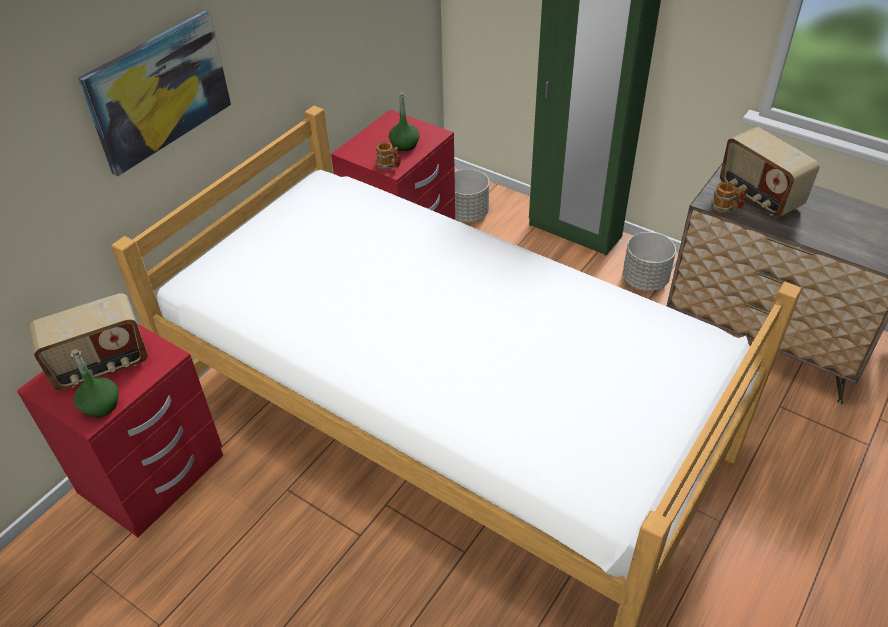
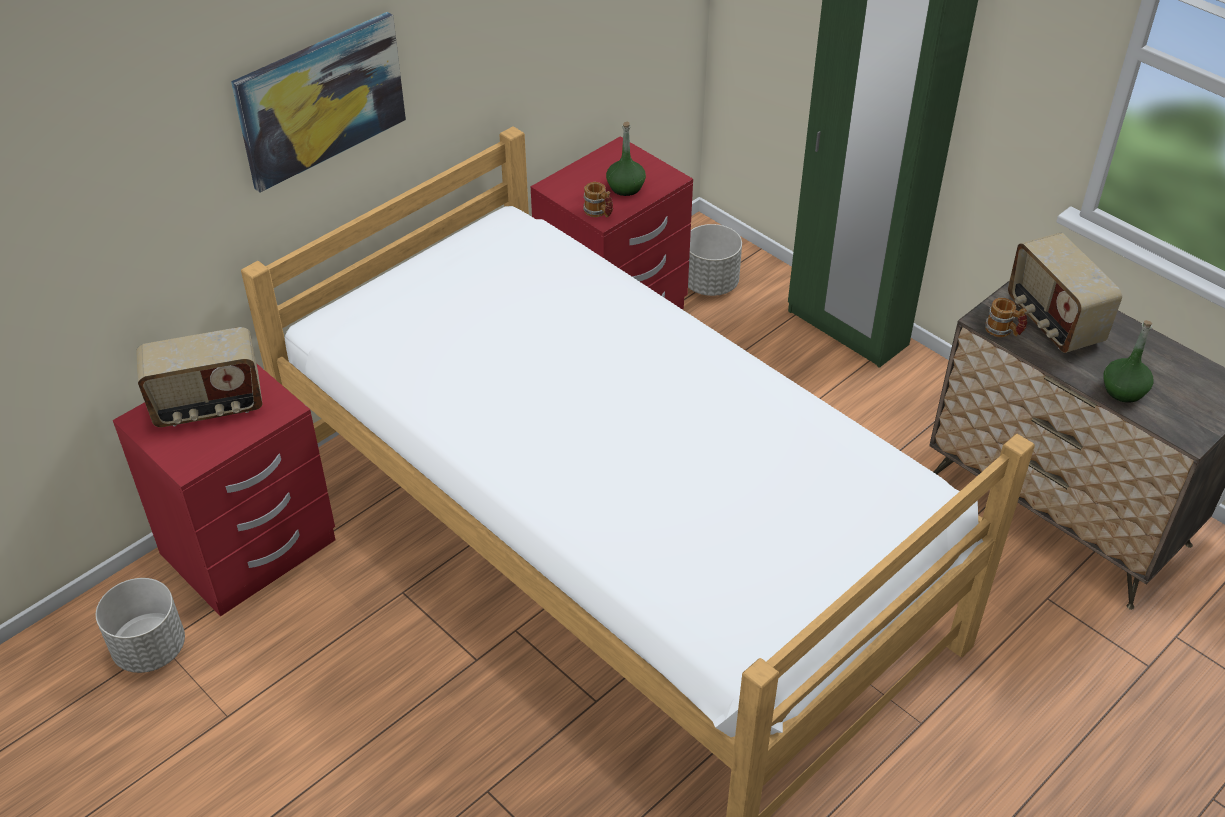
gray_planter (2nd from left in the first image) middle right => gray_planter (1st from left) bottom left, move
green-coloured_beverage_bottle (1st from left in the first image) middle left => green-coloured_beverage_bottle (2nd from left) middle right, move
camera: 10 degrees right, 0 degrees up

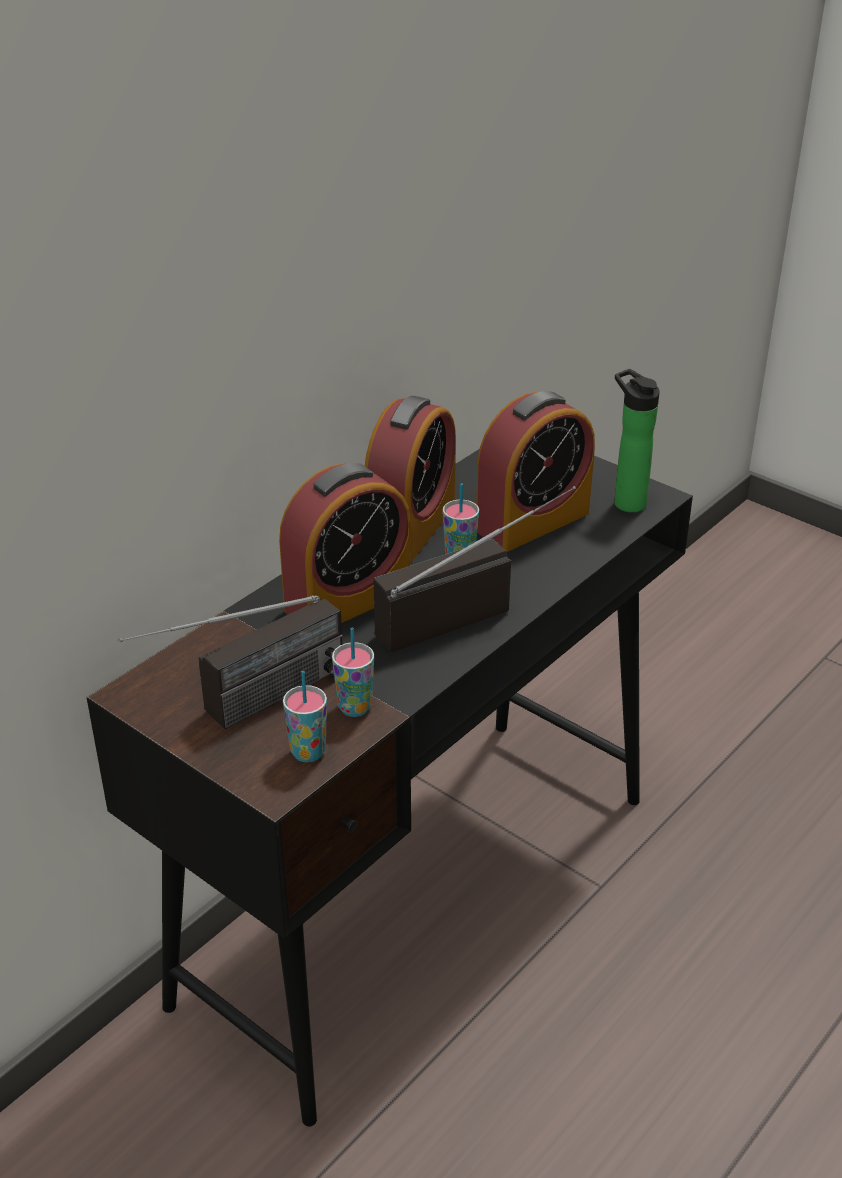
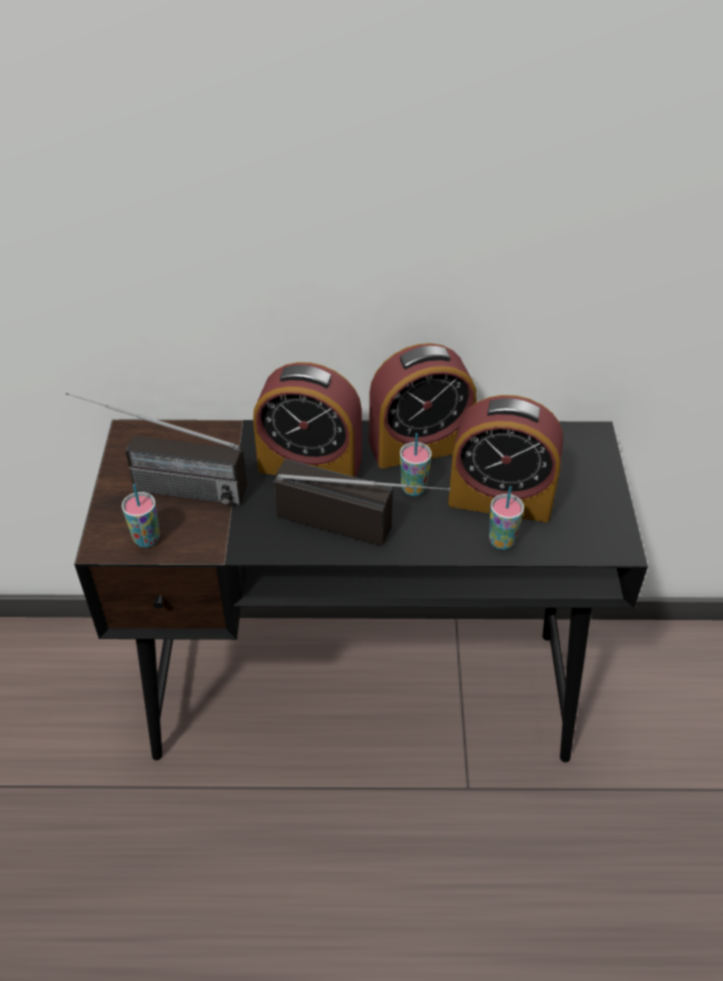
cup (2nd from left in the first image) centre => cup (3rd from left) middle right, move
beverage_bottle middle right => nothing
camera: 50 degrees right, 10 degrees up

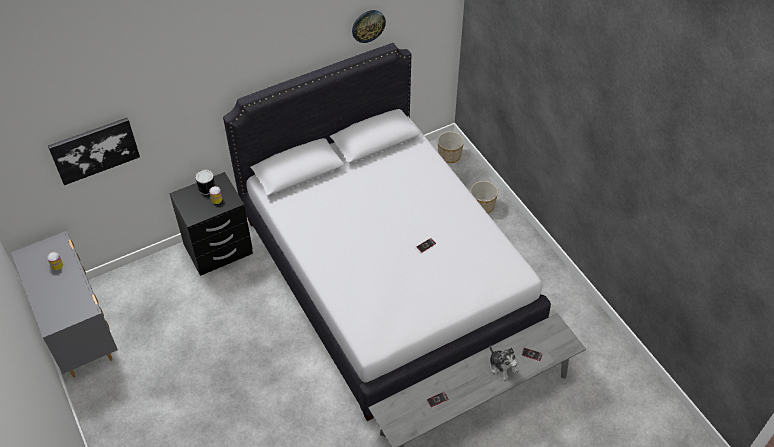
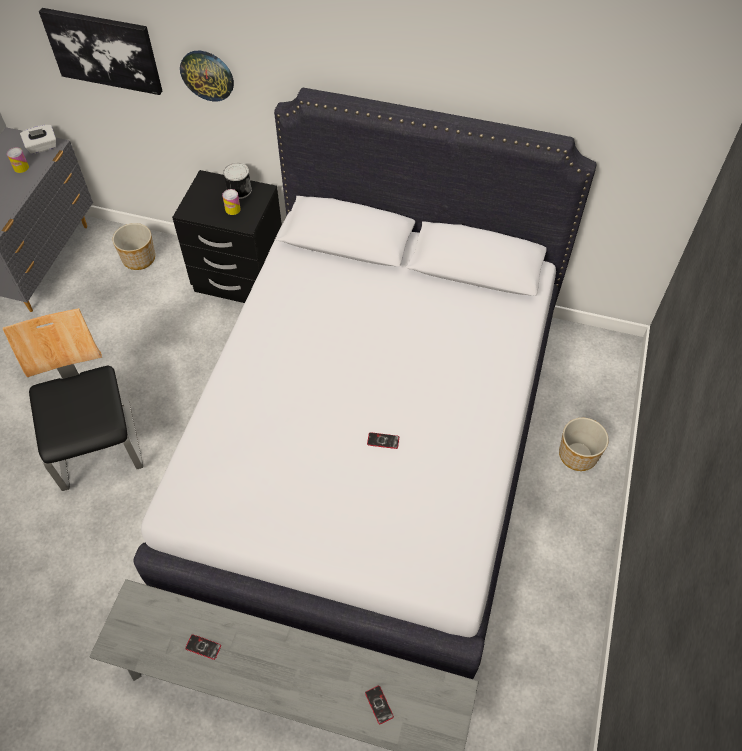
nothing => chair middle left
nothing => whitish_box_of_tissues top left
planter (1st from left) top centre => planter (1st from left) top left, move
clock_on_the_wall top centre => clock_on_the_wall top left, move
cuddly_toy bottom centre => nothing
camera: 45 degrees right, 5 degrees up

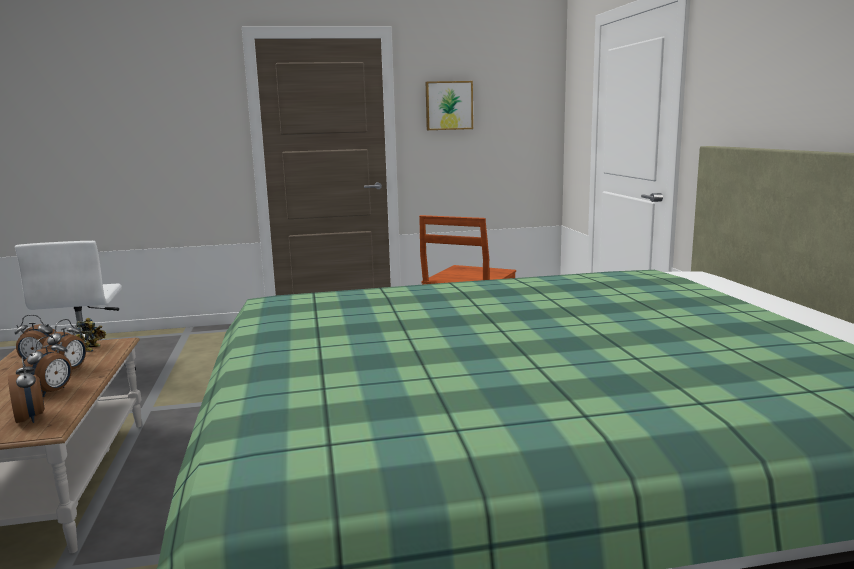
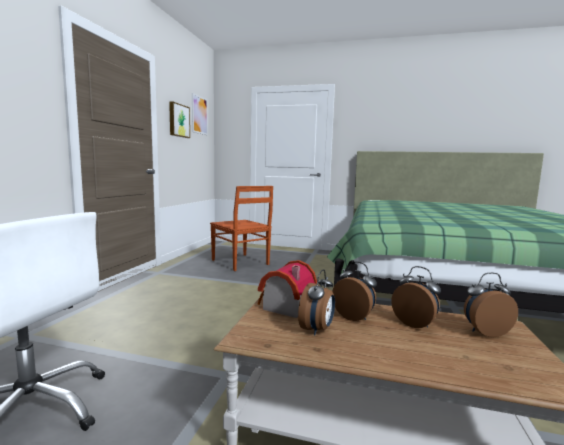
nothing => wall_art (2nd from left) top centre
toy_robot middle left => miniature_house centre
camera: 65 degrees left, 5 degrees down

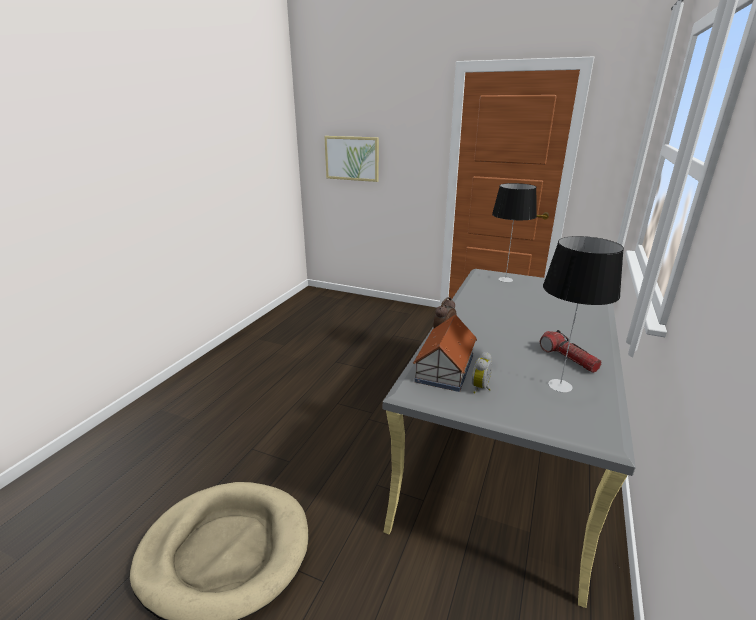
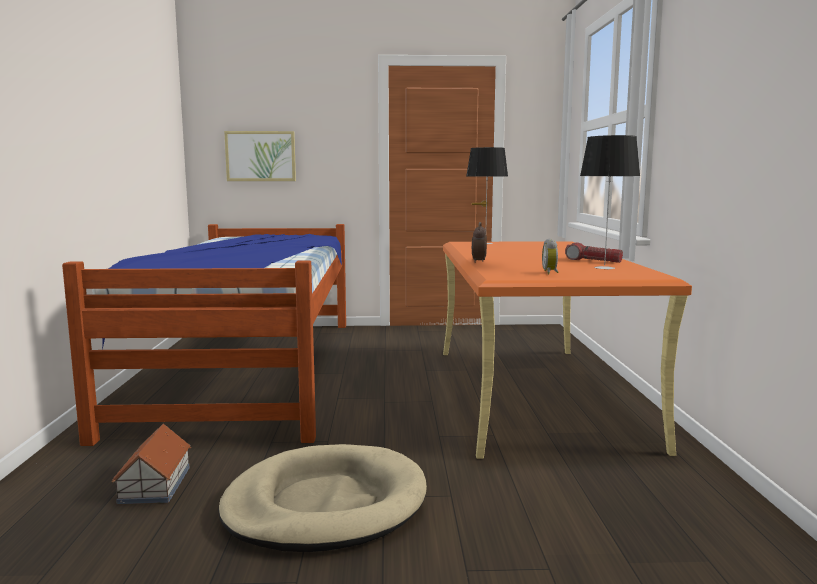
nothing => bedroom_bed middle left
miniature_house centre => miniature_house bottom left, move
gray_desk_table bottom right => orangey_desk_table middle right
camera: 25 degrees left, 15 degrees down

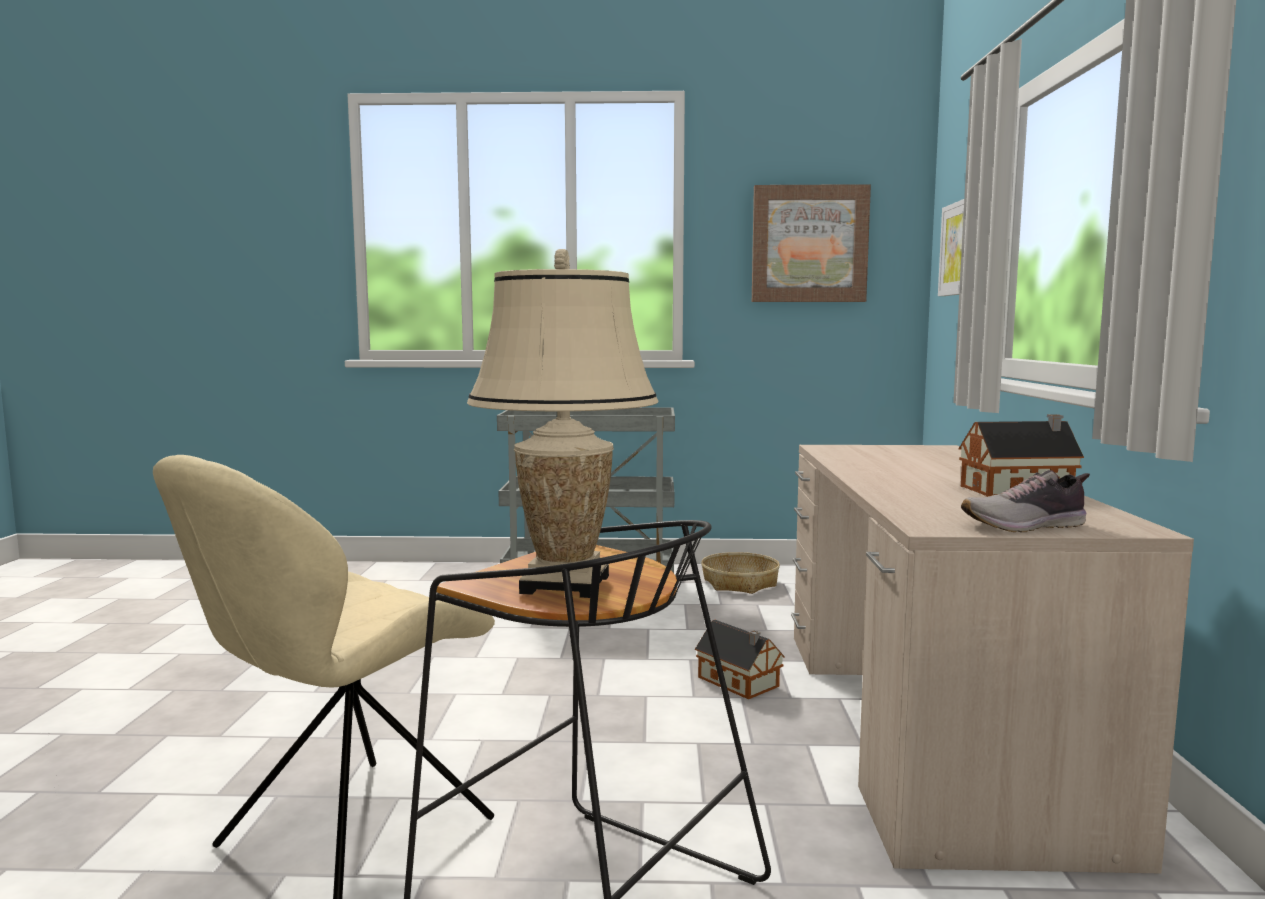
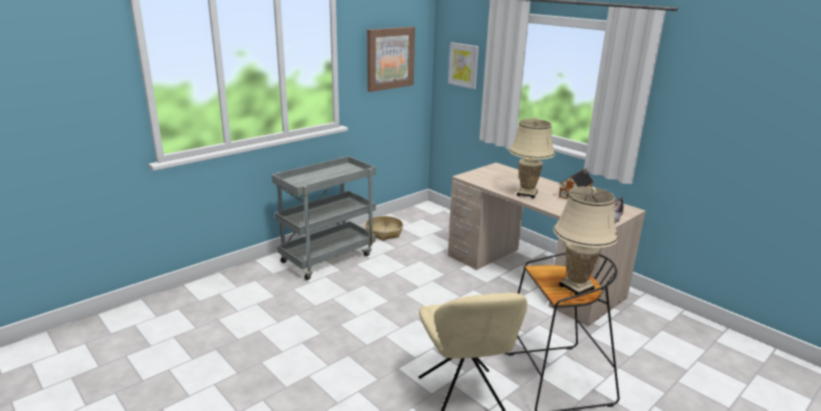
nothing => beige_lamp_for_a_table (1st from left) centre
miniature_house (1st from left) bottom centre => nothing
camera: 45 degrees left, 15 degrees up

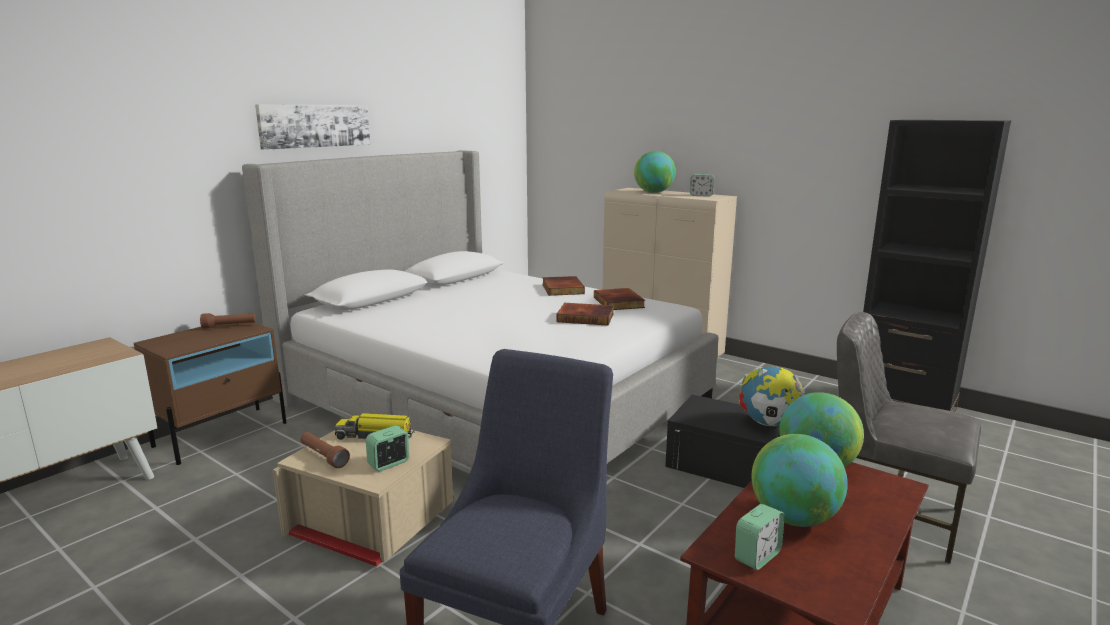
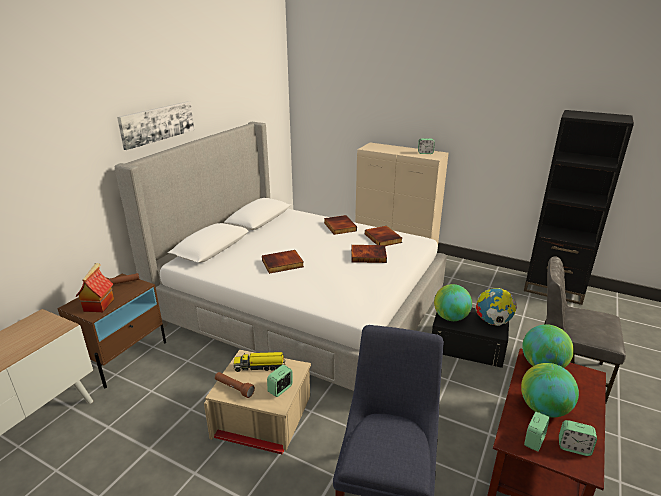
nothing => miniature_house middle left
nothing => bound_book (1st from left) centre
world_globe (1st from left) top centre => world_globe (1st from left) middle right, move
nothing => alarm_clock (4th from left) bottom right
camera: 10 degrees left, 10 degrees up

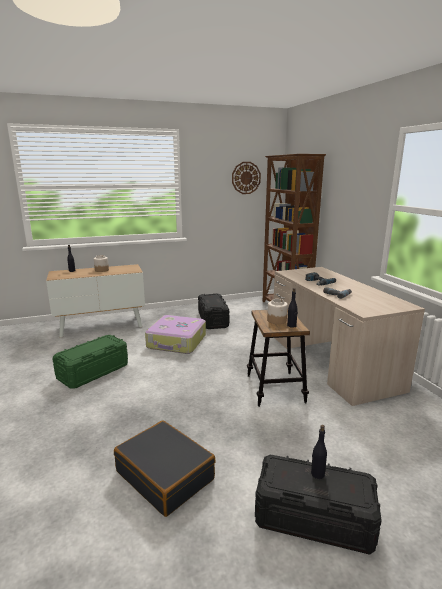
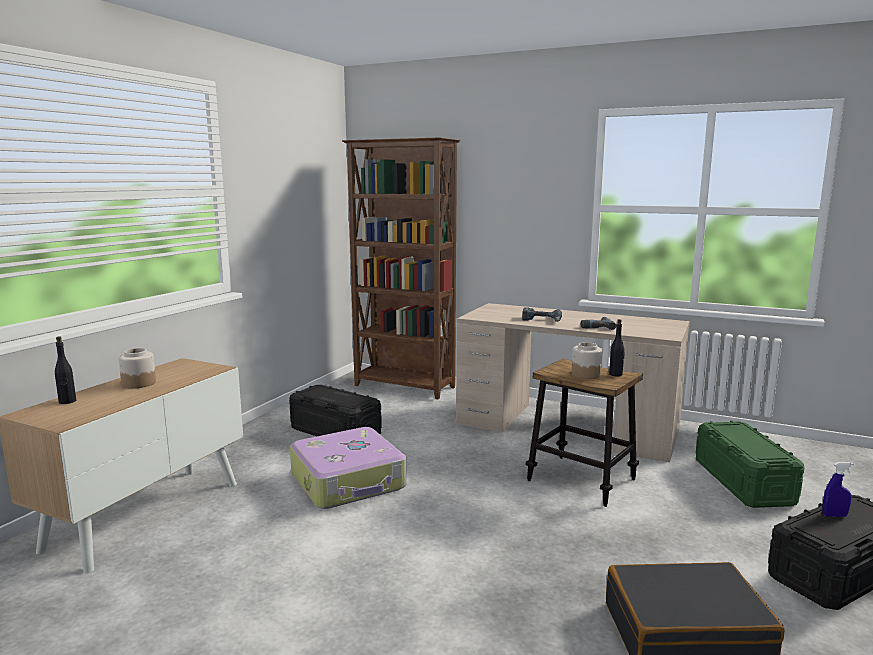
green-coloured_storage_container middle left => green-coloured_storage_container bottom right, move
blackish_beverage_bottle (3rd from left) bottom right => blue-coloured_spray_bottle bottom right
clock_on_the_wall top centre => nothing
camera: 45 degrees left, 5 degrees down

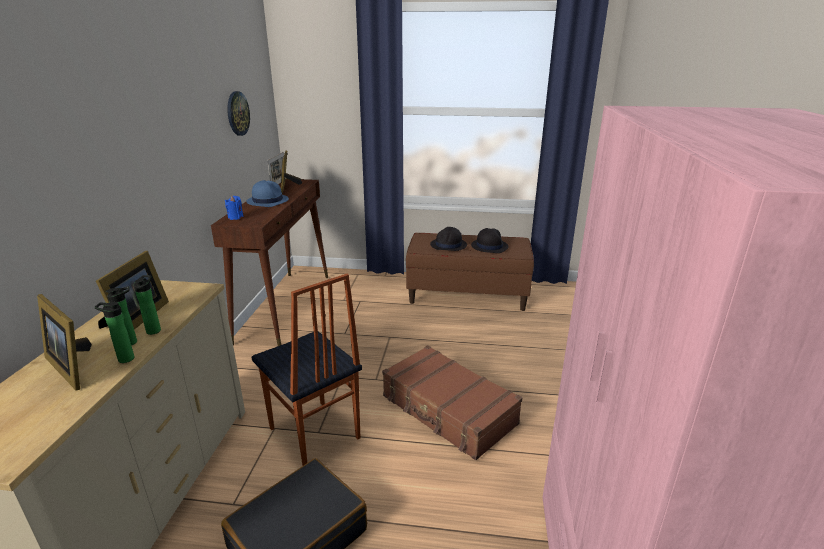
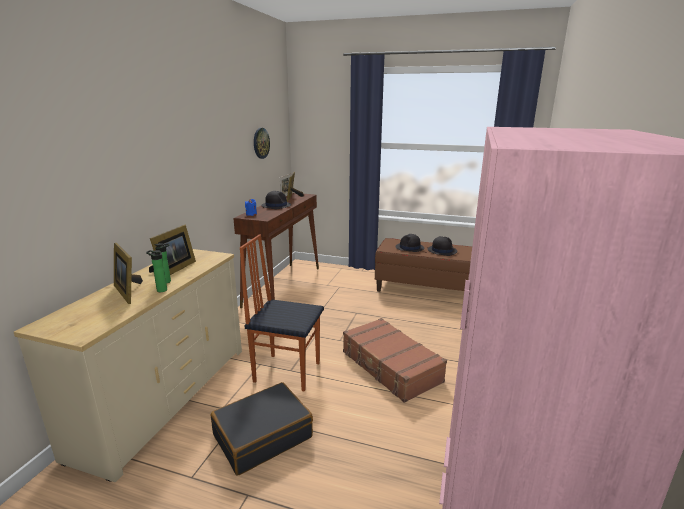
chair bottom centre => chair centre, 135 degrees clockwise
blue-coloured_clothing_hat middle left => blackish_clothing_hat (1st from left) centre
beverage_bottle (3rd from left) middle left => nothing
camera: 10 degrees right, 5 degrees down

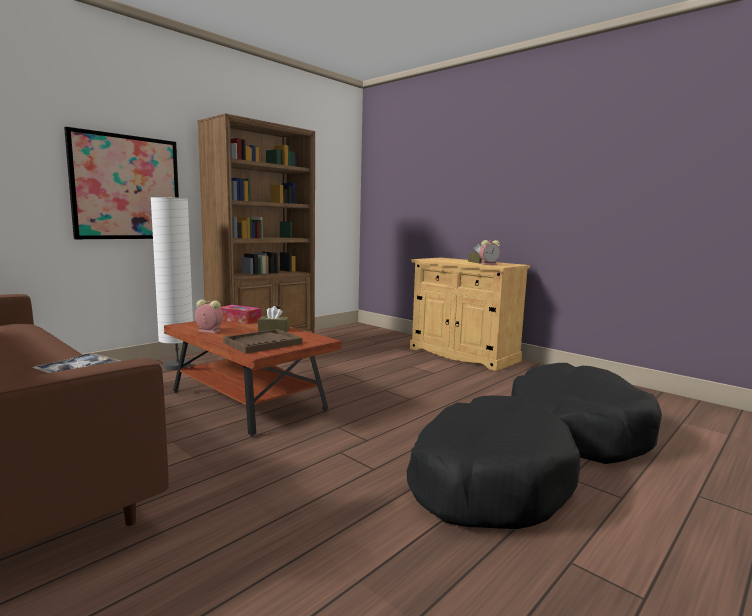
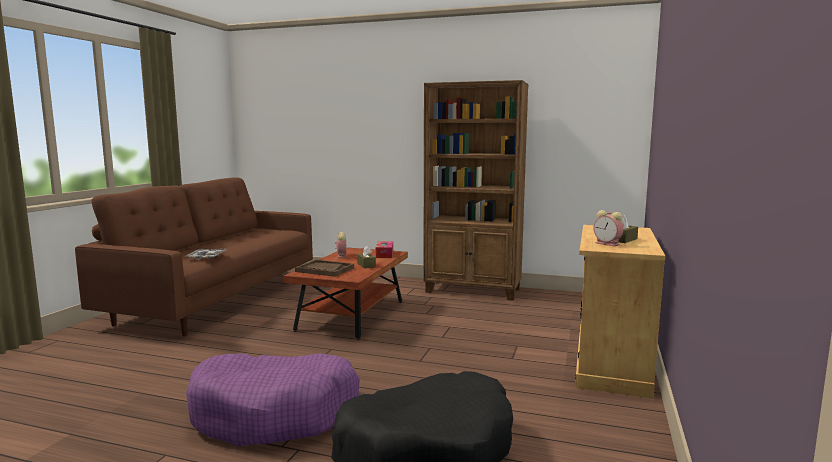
blackish_pet_bed (1st from left) bottom centre => purple-coloured_pet_bed bottom left
wall_art top left => nothing
whitish_standing_lamp middle left => nothing
camera: 65 degrees right, 0 degrees up

